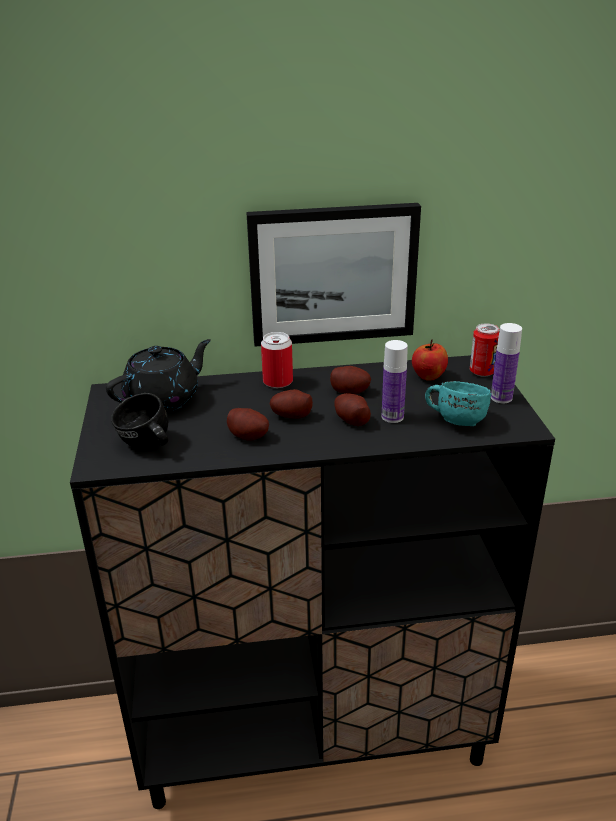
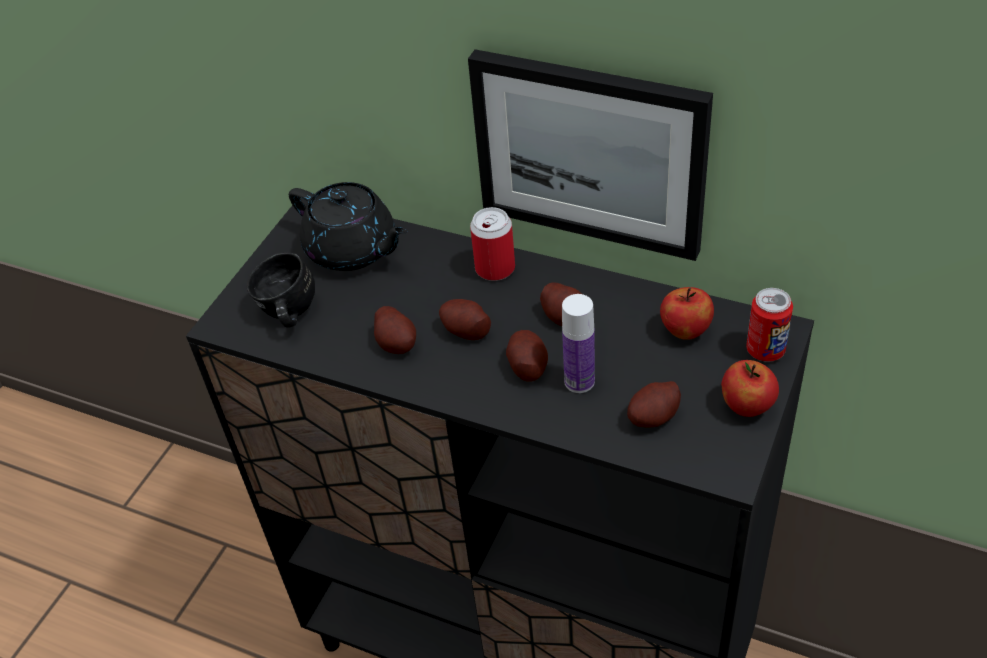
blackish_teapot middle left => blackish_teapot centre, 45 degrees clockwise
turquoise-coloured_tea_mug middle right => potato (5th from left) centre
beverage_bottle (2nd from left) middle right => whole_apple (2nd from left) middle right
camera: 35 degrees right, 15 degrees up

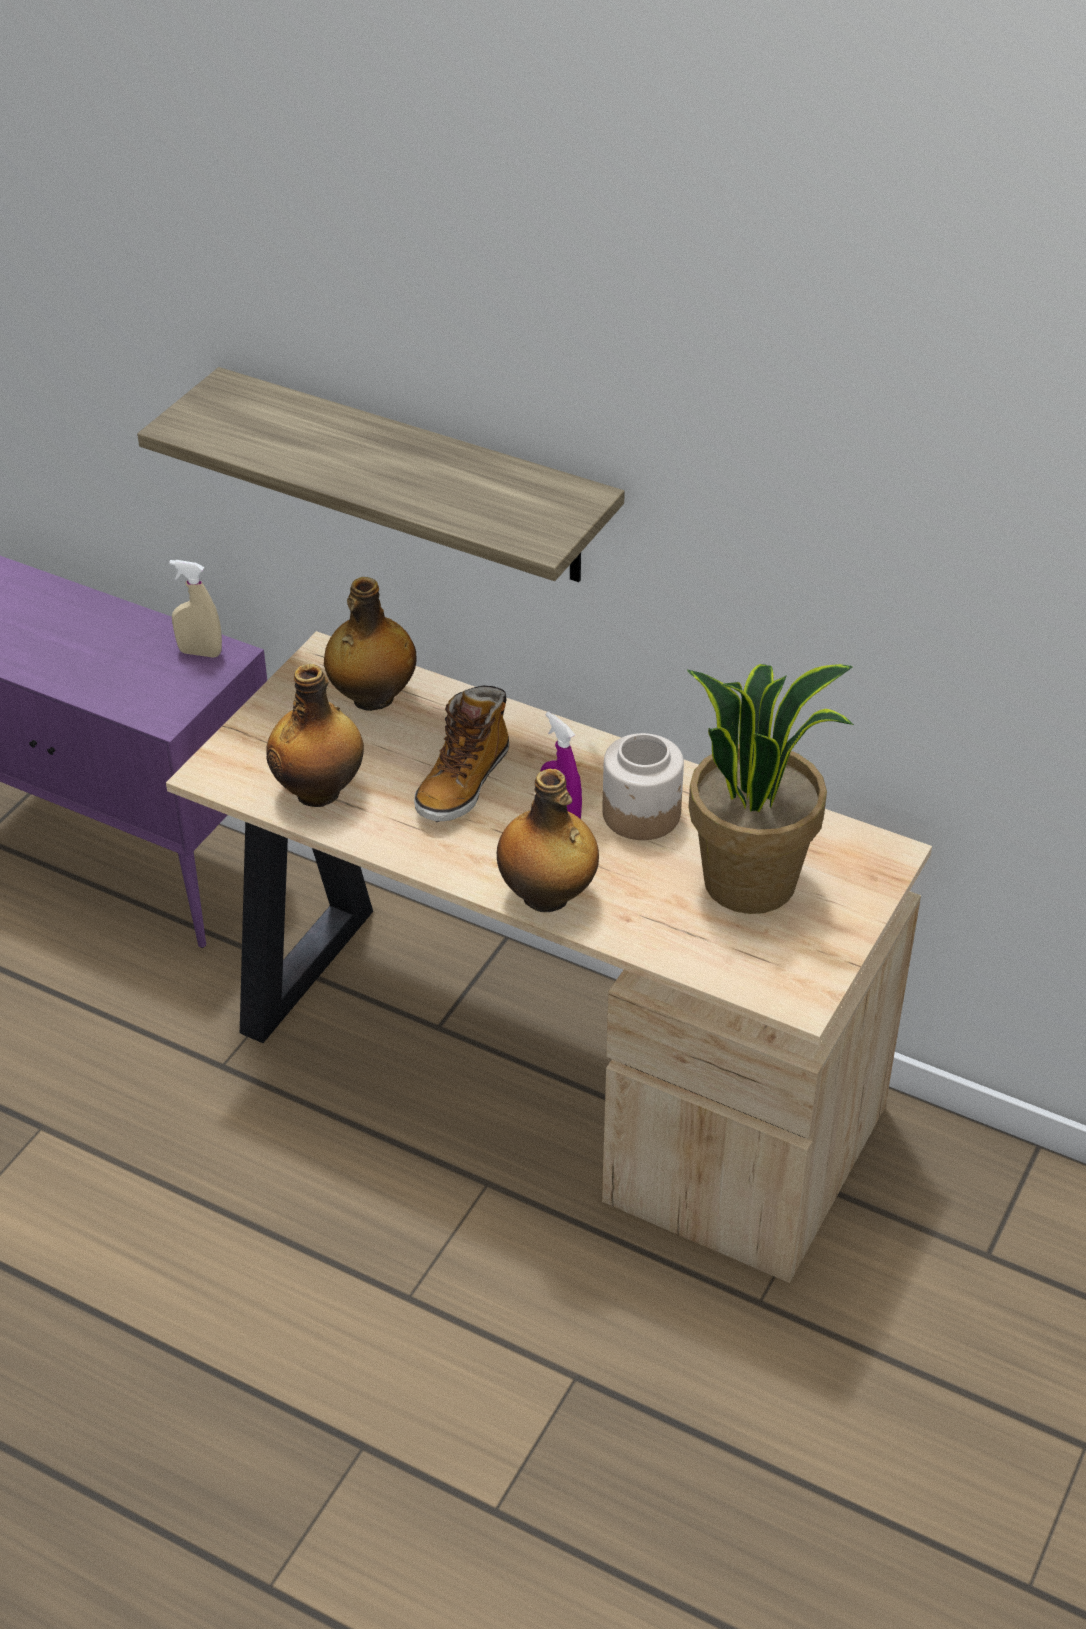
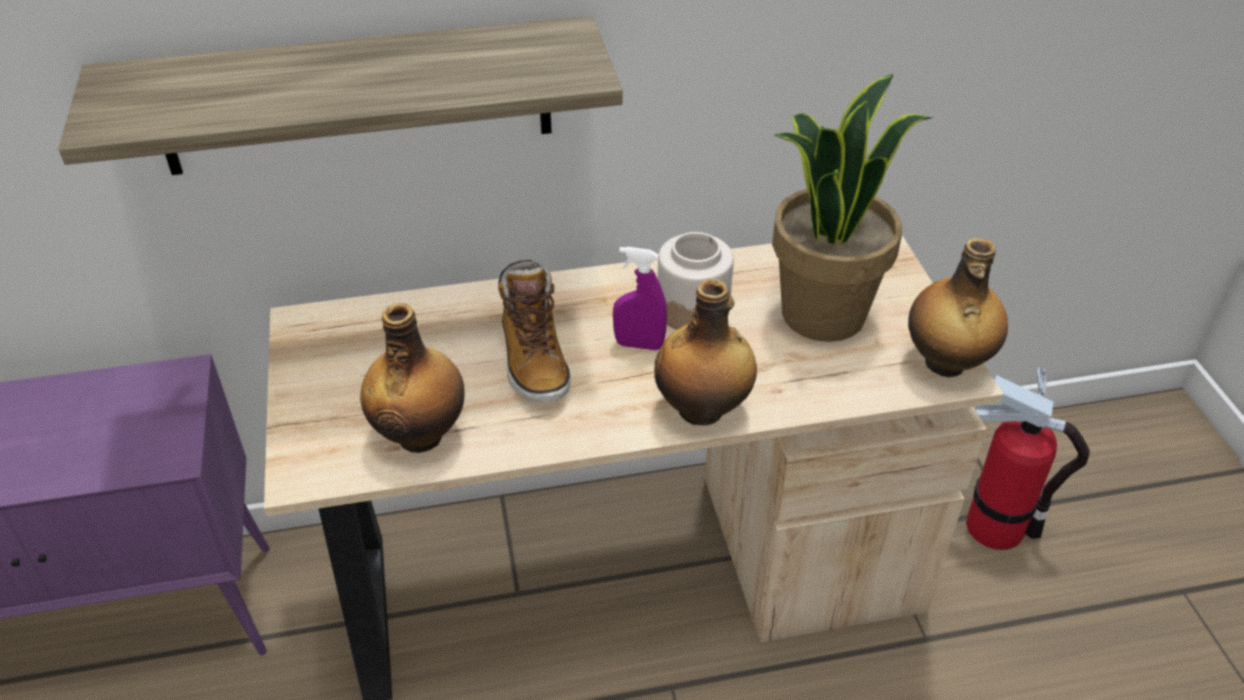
beverage_bottle (2nd from left in the first image) centre => beverage_bottle (3rd from left) middle right, move
nothing => fire-fighting_cylinder middle right
beige_spray_bottle middle left => nothing
camera: 40 degrees left, 0 degrees up

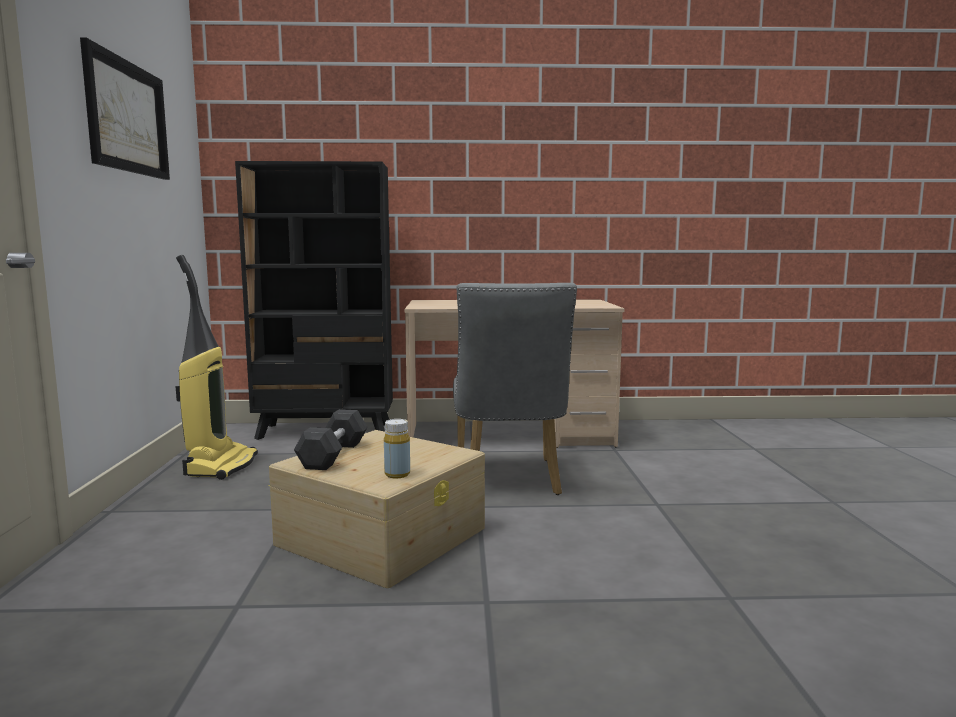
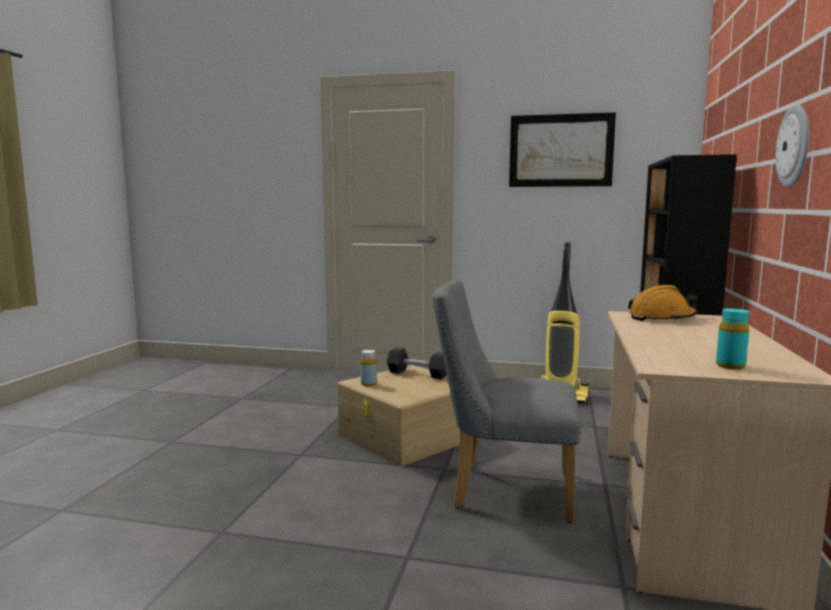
nothing => orangey_safety_helmet middle right
nothing => turquoise-coloured_beverage_bottle middle right
nothing => clock_on_the_wall top right
camera: 105 degrees right, 0 degrees up

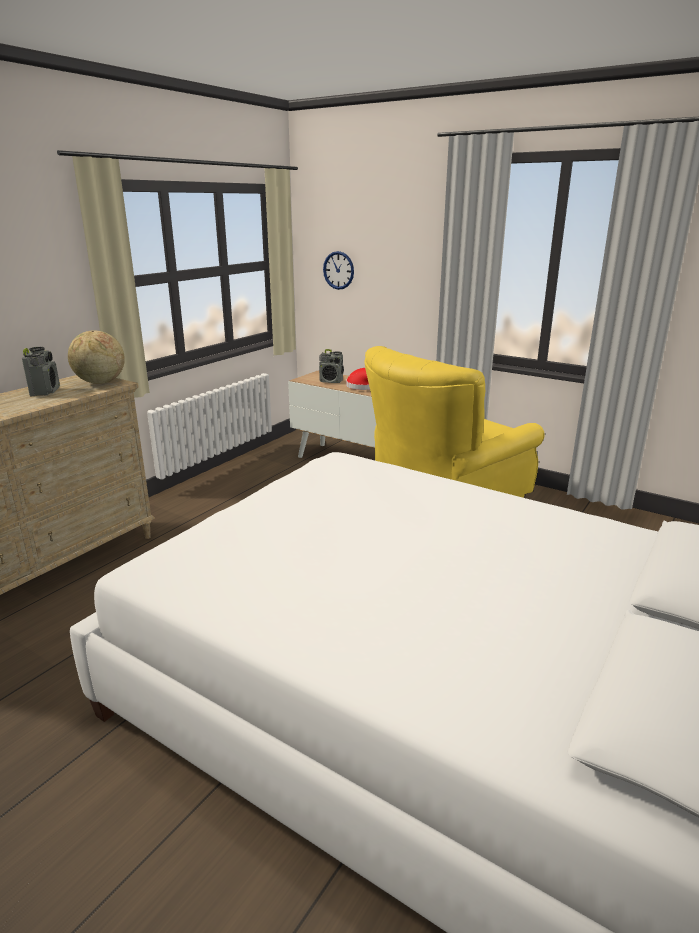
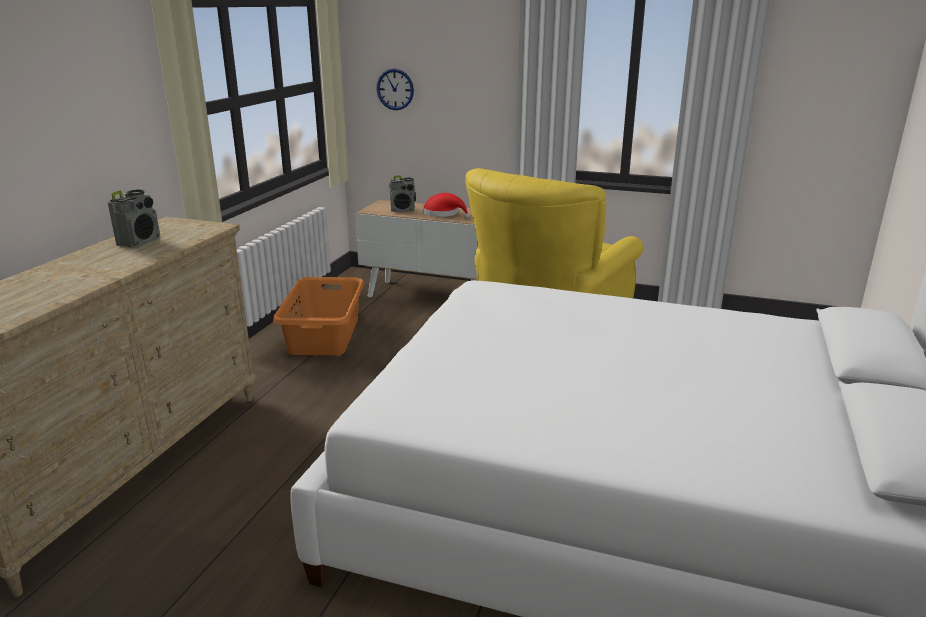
radio_set (1st from left) middle left, 45 degrees clockwise
nothing => orangey_washing_basket centre
world_globe middle left => nothing
camera: 15 degrees left, 0 degrees up

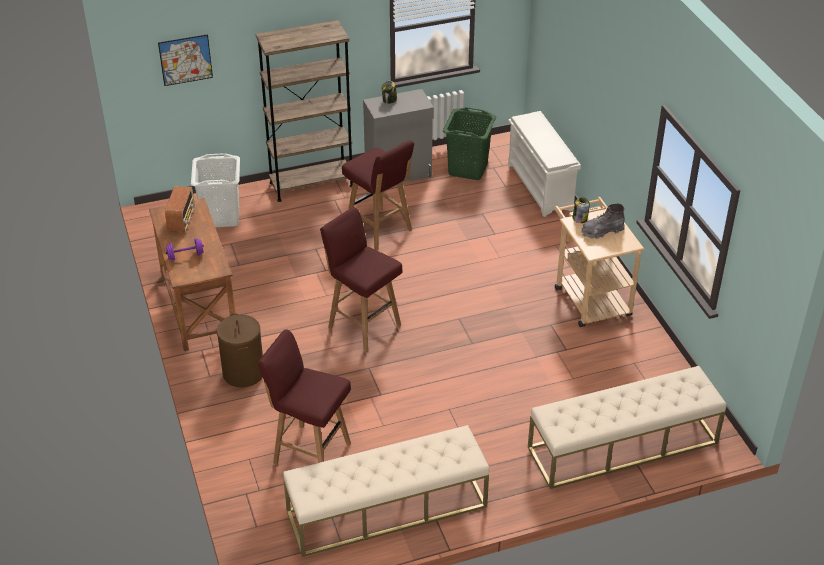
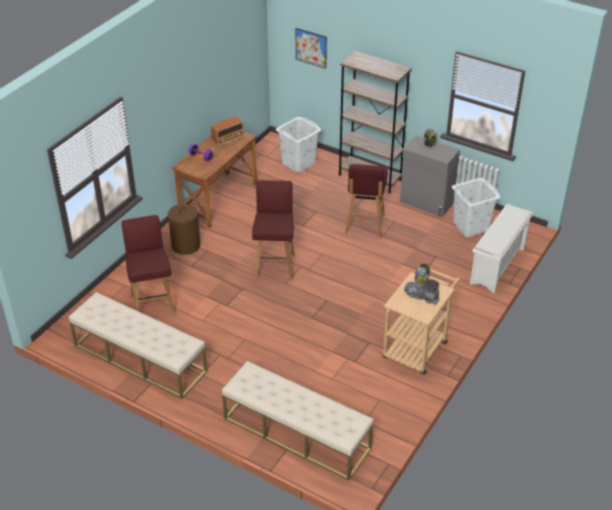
green-coloured_washing_basket top centre => whitish_washing_basket (2nd from left) middle right
camera: 50 degrees right, 0 degrees up

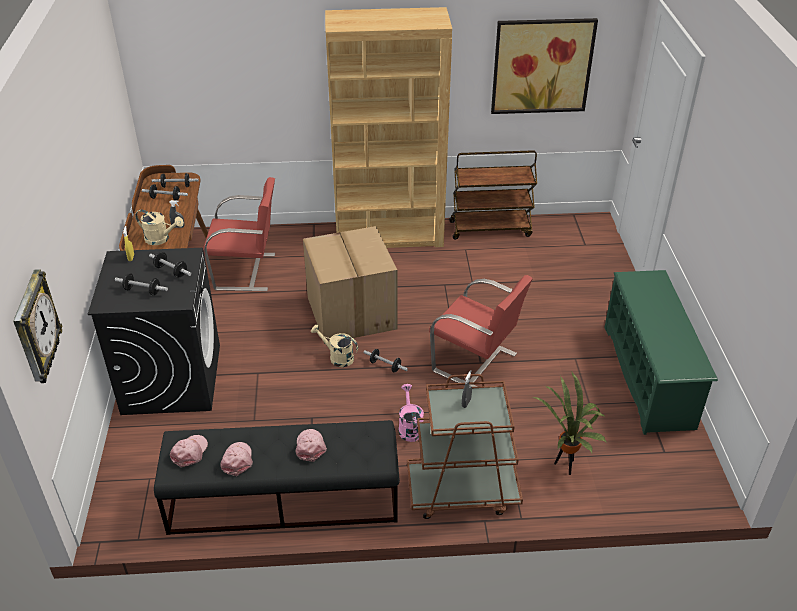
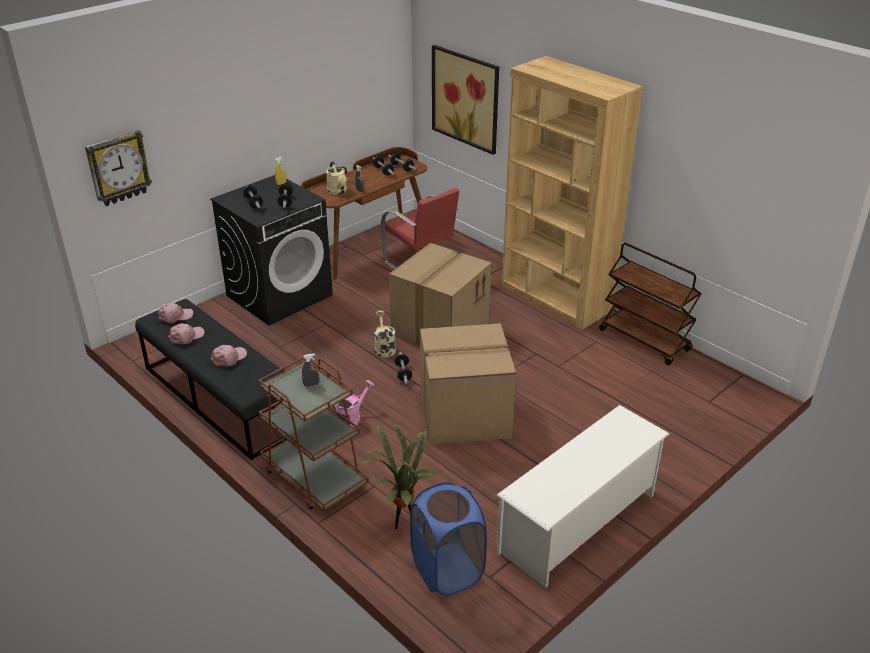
nothing => blue-coloured_washing_basket bottom centre
red-coloured_chair (2nd from left) centre => carton (2nd from left) centre
wall_art top right => wall_art top centre, move
green-coloured_shoe_stand middle right => whitish_shoe_stand bottom right
camera: 50 degrees right, 5 degrees down

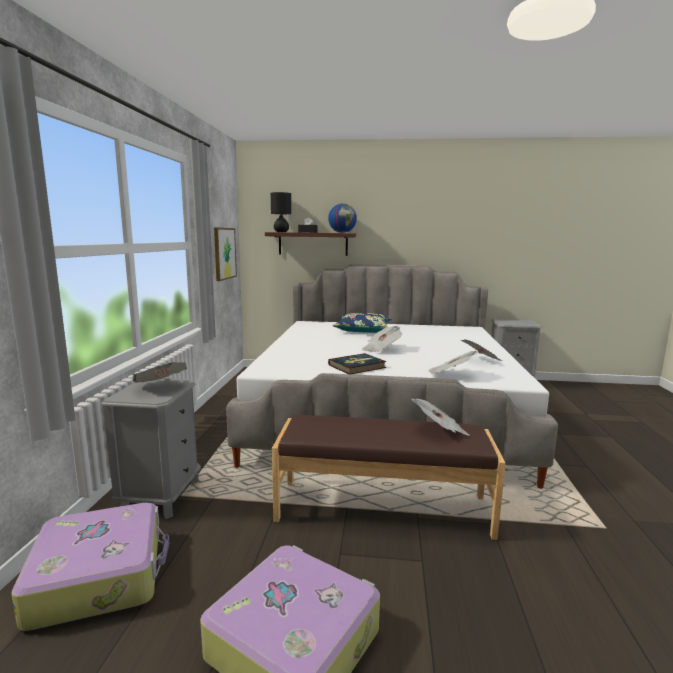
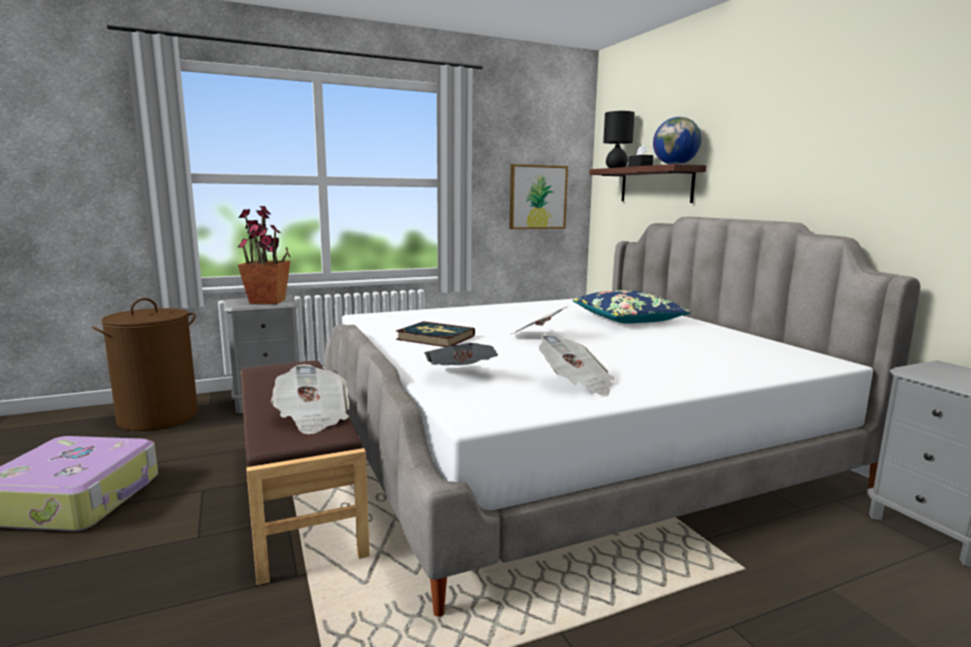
piece_of_luggage (1st from left) bottom left => brown-coloured_washing_basket middle left
daily_paper (1st from left) middle left => potted_plant middle left
camera: 60 degrees right, 0 degrees up

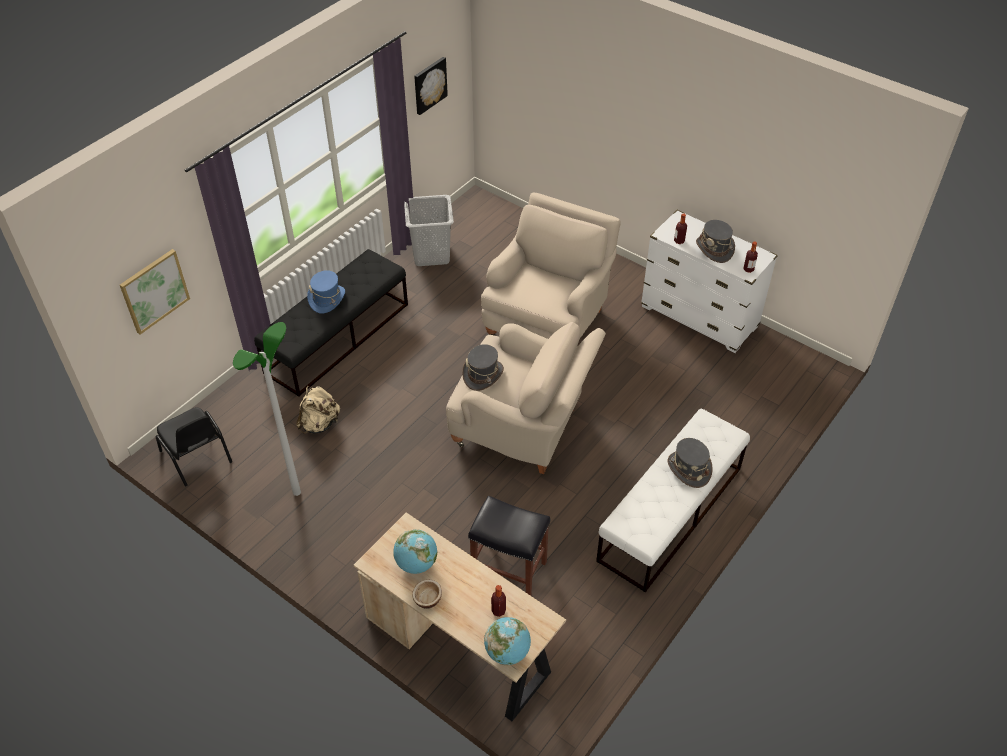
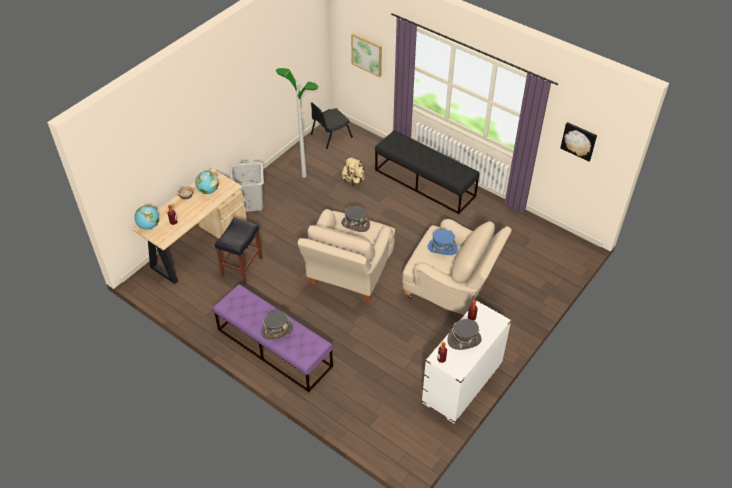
whitish_indoor_bench middle right => purple-coloured_indoor_bench bottom centre
gray_washing_basket top centre => gray_washing_basket centre, move
blue-coloured_clothing_hat middle left => blue-coloured_clothing_hat centre, move
camera: 90 degrees right, 0 degrees up

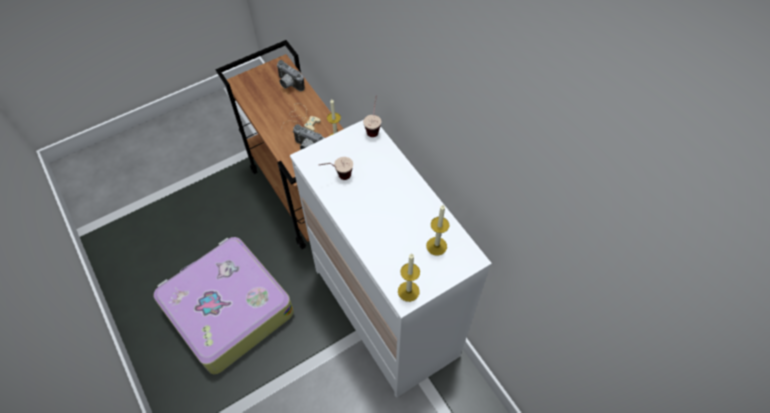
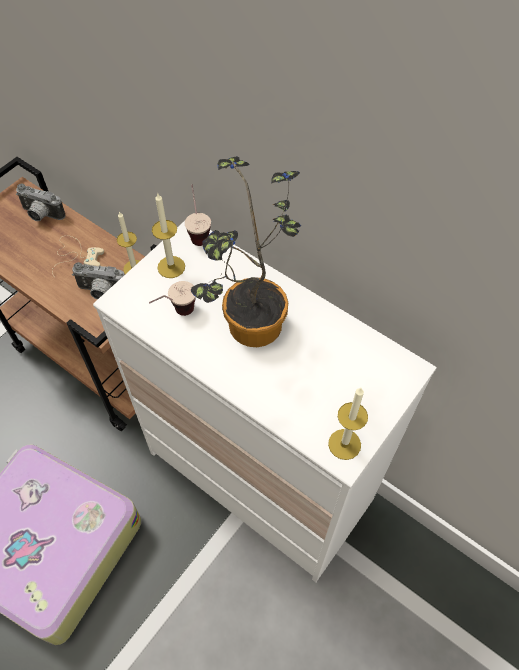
wax_light (3rd from left in the first image) centre => wax_light (2nd from left) middle left, move
nothing => potted_plant centre
camera: 20 degrees left, 0 degrees up

